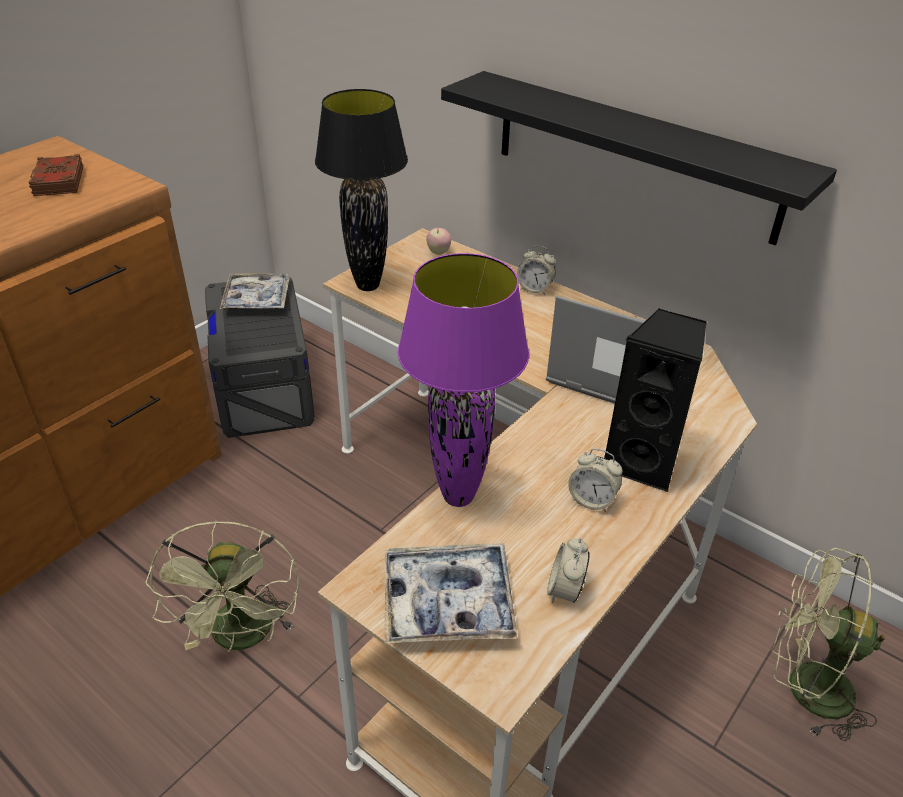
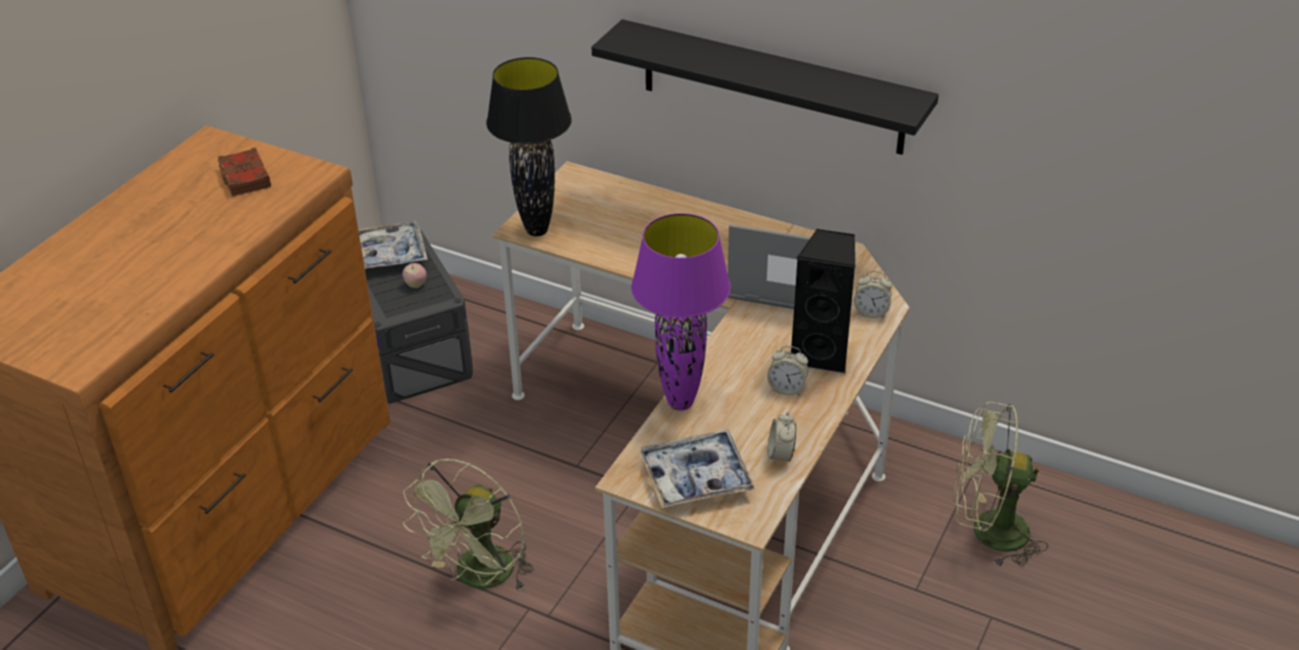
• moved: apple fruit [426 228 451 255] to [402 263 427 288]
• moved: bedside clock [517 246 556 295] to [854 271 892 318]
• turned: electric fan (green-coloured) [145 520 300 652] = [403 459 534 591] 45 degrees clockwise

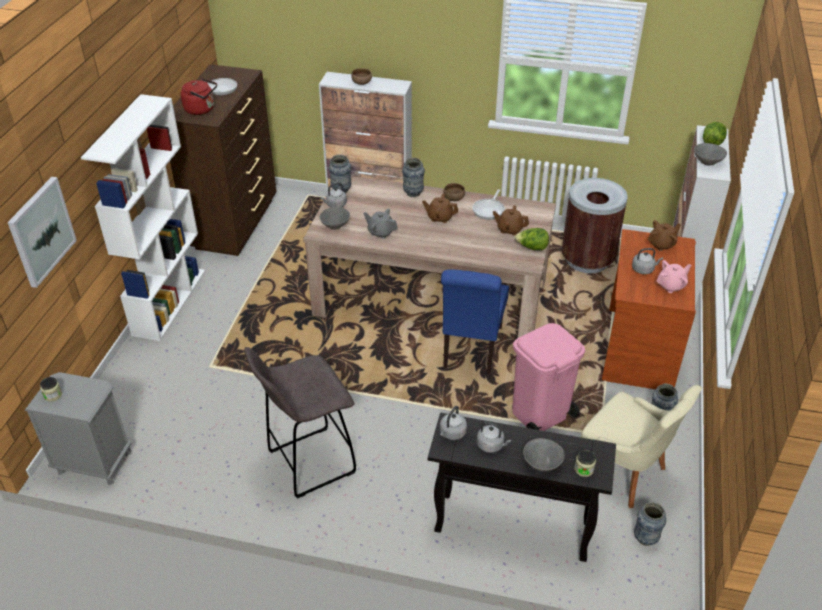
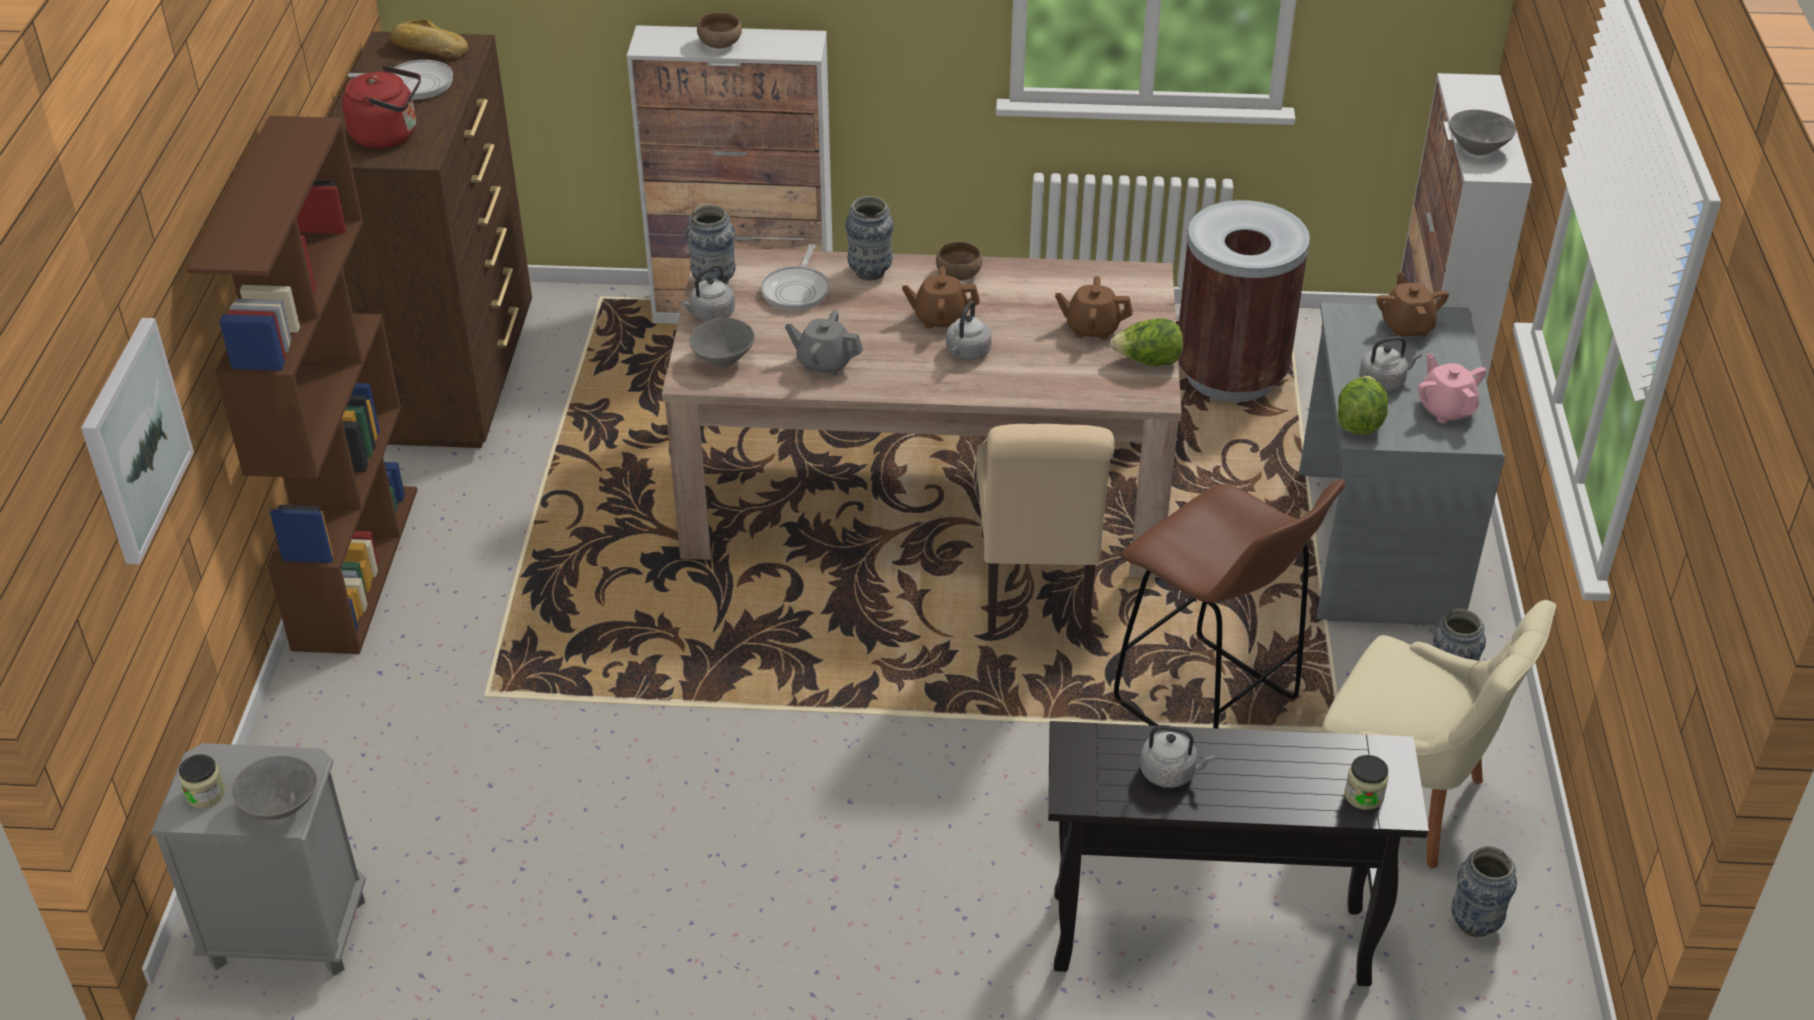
• removed: stool (grey) [244 347 356 499]
• added: bakery bread [390 19 468 59]
• moved: tea kettle (grey) [440 406 467 440] to [946 301 992 361]
• moved: pan [473 189 505 220] to [761 244 829 311]
• moved: deep dish (grey) [523 438 564 471] to [232 756 317 820]
• moved: lettuce [703 122 727 145] to [1338 376 1388 435]
• replaced: trash can (pinkish) [512 323 585 431] to stool (brownish) [1113 479 1345 728]
• recoloured: shelving unit (whitish) [81 94 205 341] to shelving unit (brownish) [187 116 417 654]
• recoloured: chair (blue-coloured) [441 270 509 374] to chair (beige-coloured) [977 424 1114 636]
• recoloured: desk table (brownish) [602 229 696 389] to desk table (grey) [1299 303 1505 625]
• turned: pot for tea (brownish) [648 220 681 251] = [1376 272 1449 338] 60 degrees counterclockwise
• turned: pot for tea (pinkish) [656 260 691 293] = [1418 354 1486 423] 75 degrees counterclockwise

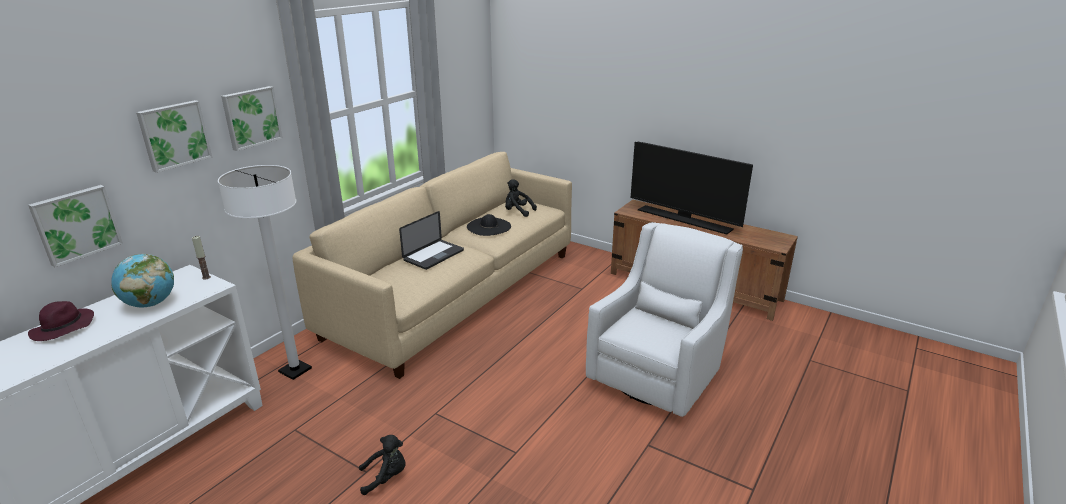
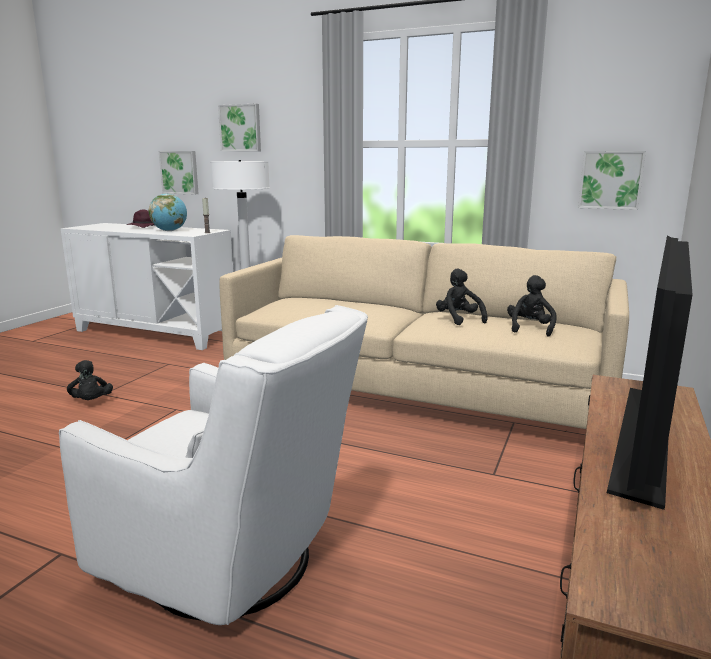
• removed: portable computer [399 211 464 270]
• moved: wall picture [221 86 283 151] to [578 151 646 210]
• replaced: clothing hat (blackish) [467 214 511 236] to plush toy (blackish) [436 269 488 325]

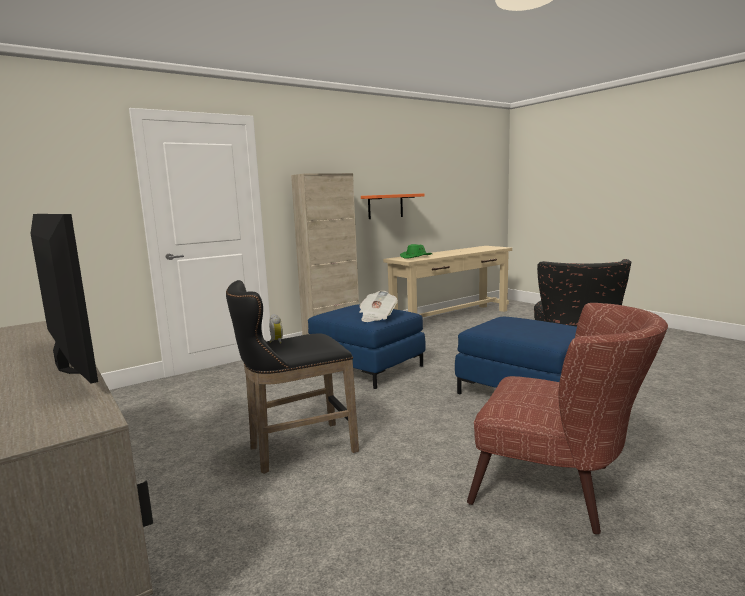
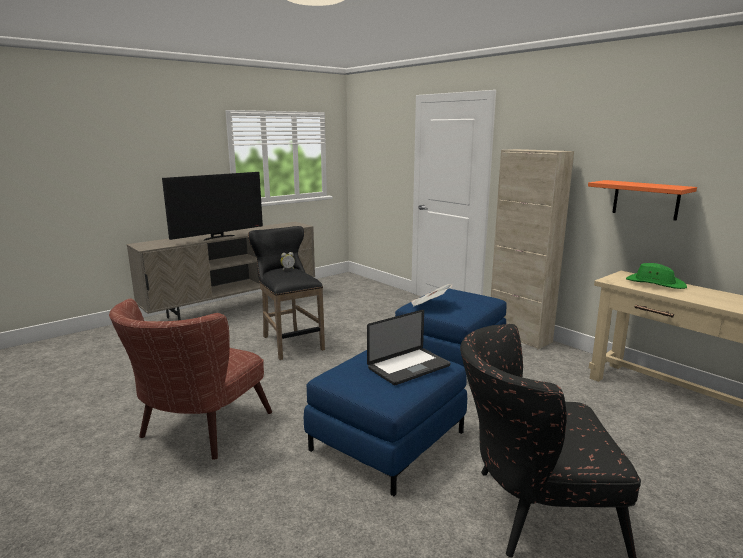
• added: portable computer [367 310 451 385]

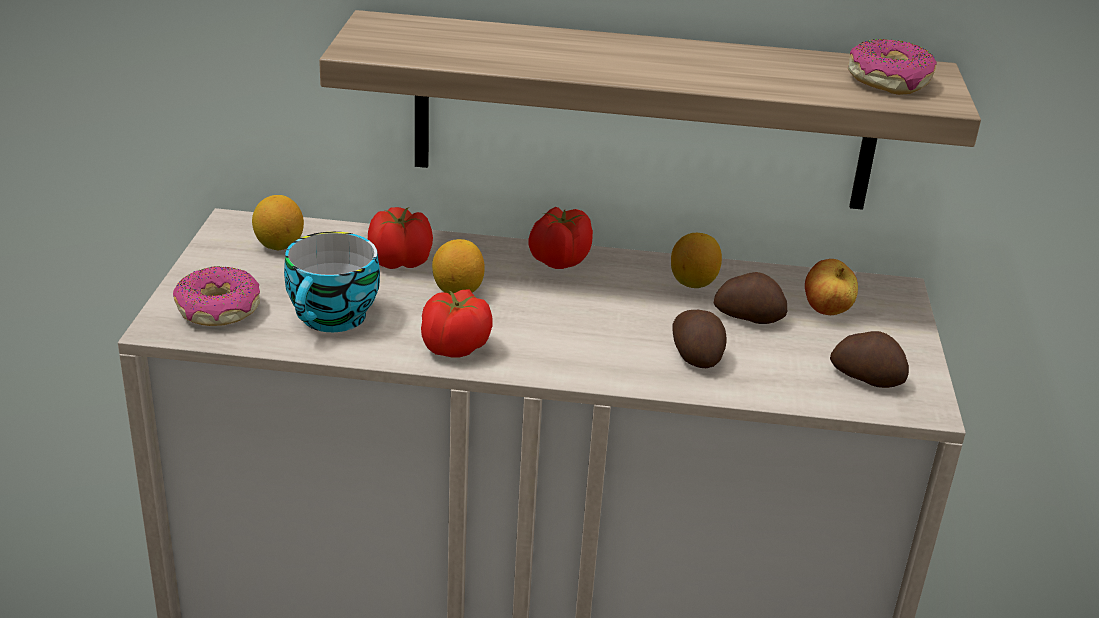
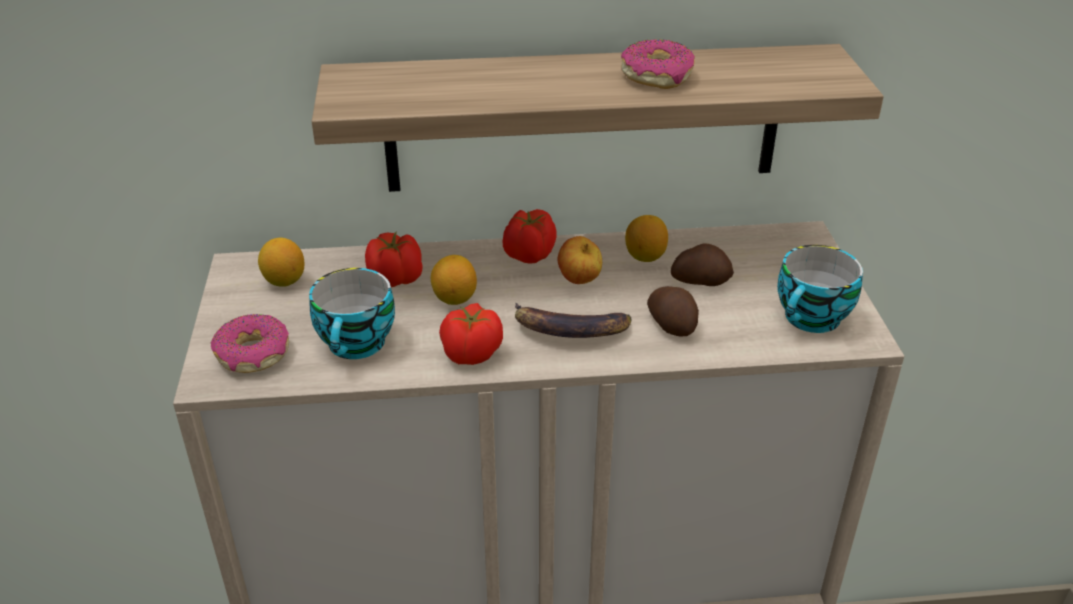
• added: banana [515 303 632 338]
• moved: apple fruit [805 259 858 315] to [558 236 602 284]
• moved: doughnut [848 39 937 95] to [621 39 695 89]
• replaced: spud [830 331 909 388] to cup [777 245 863 333]

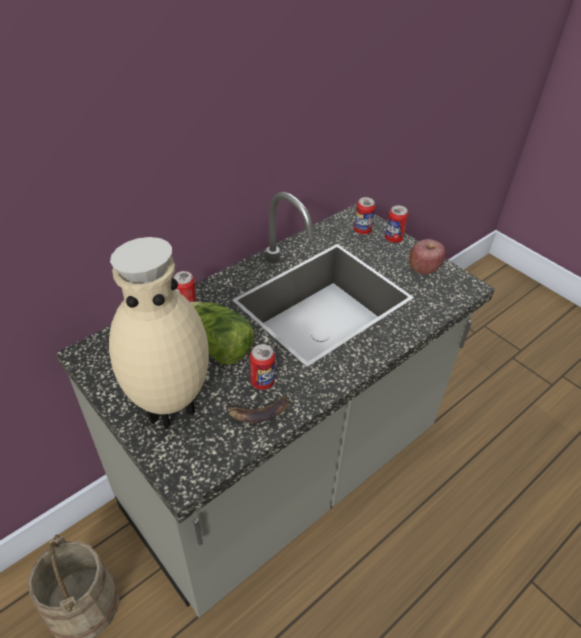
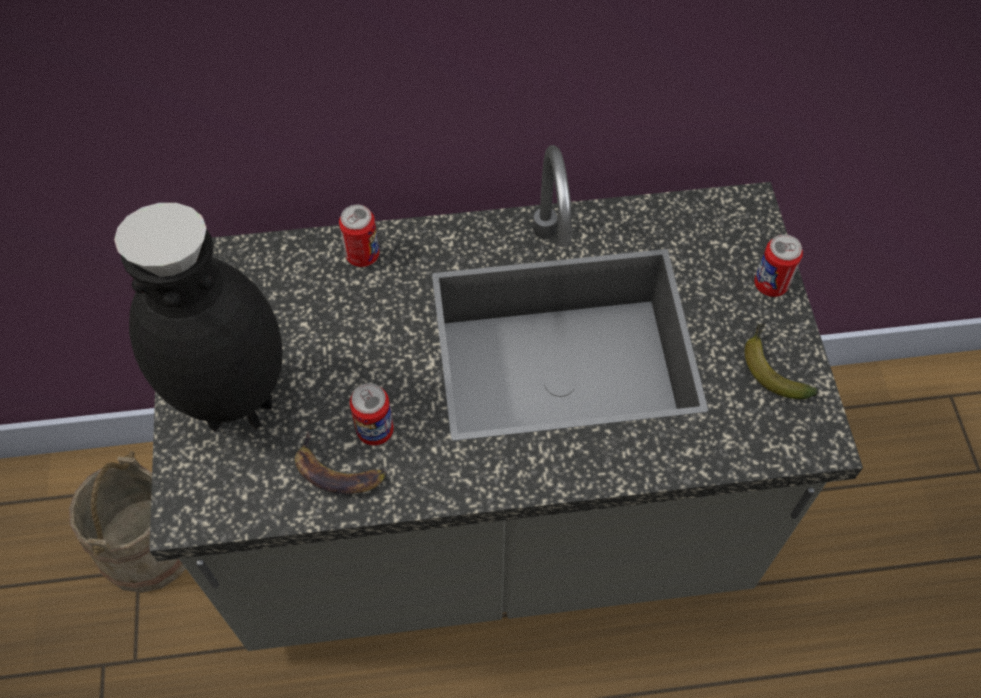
• removed: lettuce [190 302 254 364]
• removed: can [354 197 375 234]
• replaced: apple fruit [409 239 446 274] to banana [745 324 818 399]
• recoloured: decorative vase (beige-coloured) [109 237 209 429] to decorative vase (blackish) [114 203 283 432]

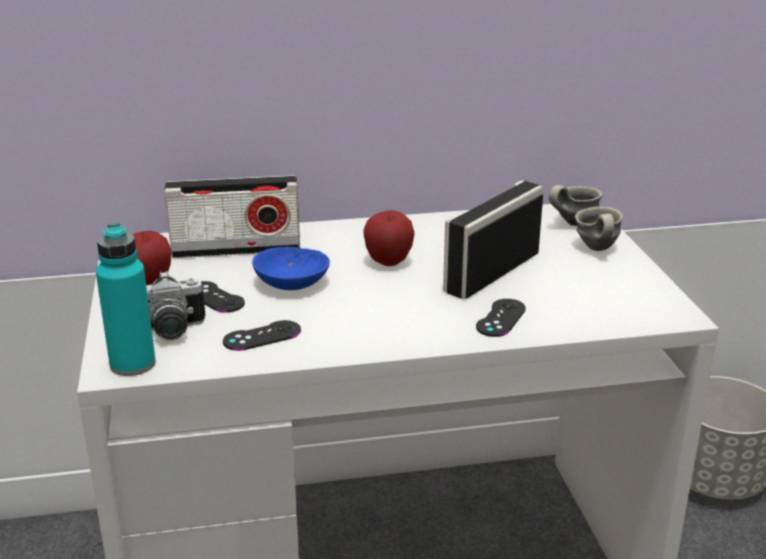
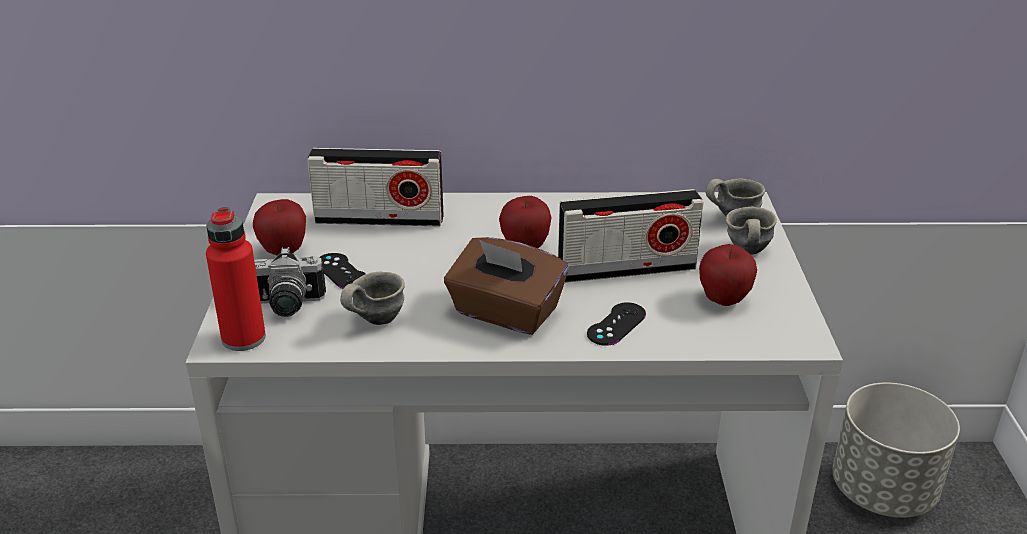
• removed: deep dish (blue-coloured) [252 247 330 290]
• added: tissue holder (brownish) [444 237 568 335]
• added: apple fruit [699 244 757 306]
• replaced: game controller (blackish) [223 320 301 351] to tea mug (grey) [340 272 405 325]
• recoloured: beverage bottle (turquoise-coloured) [96 223 156 376] to beverage bottle (red) [206 207 266 351]
• turned: radio receiver [443 180 543 299] = [558 189 704 283] 150 degrees counterclockwise

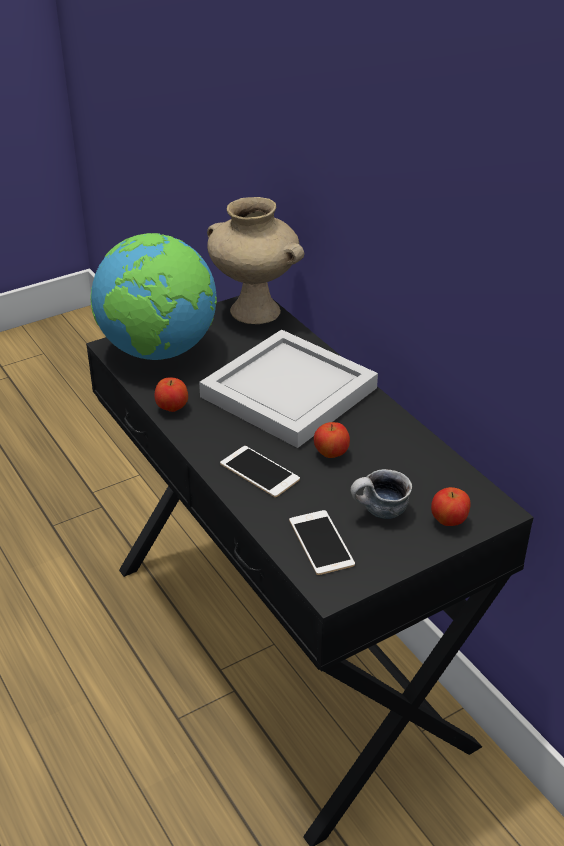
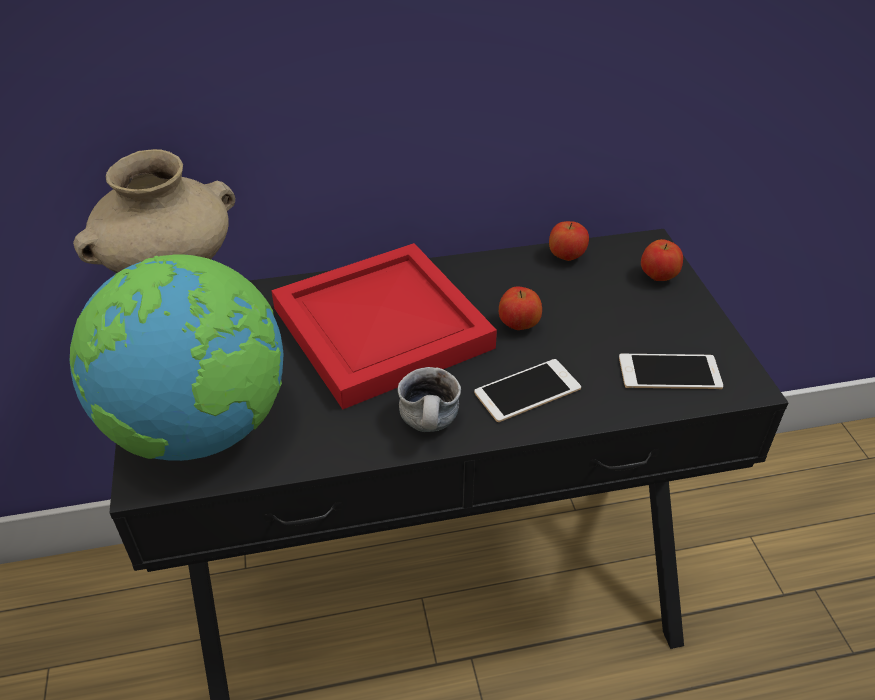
• moved: apple fruit [155 378 188 412] to [549 221 589 261]
• moved: tea mug [351 469 412 519] to [398 367 461 432]
• recoloured: tray (whitish) [199 329 378 448] to tray (red) [271 243 497 409]

